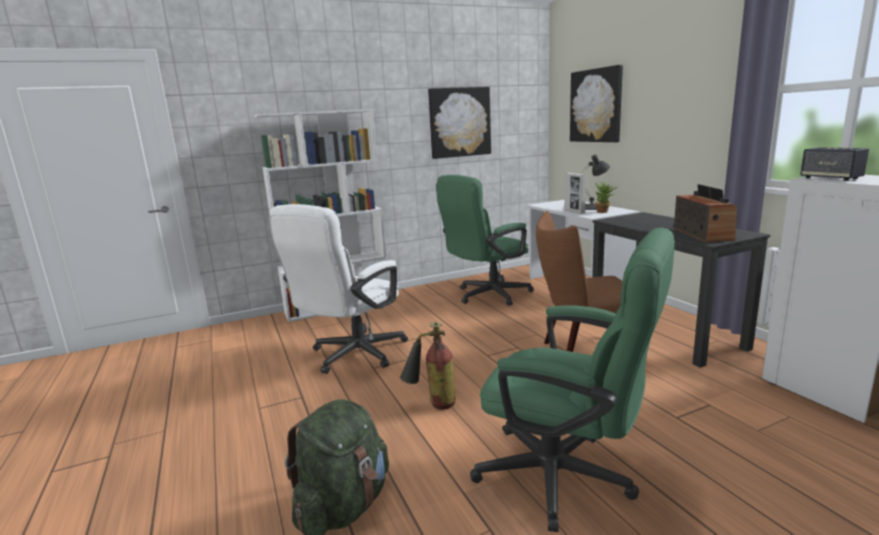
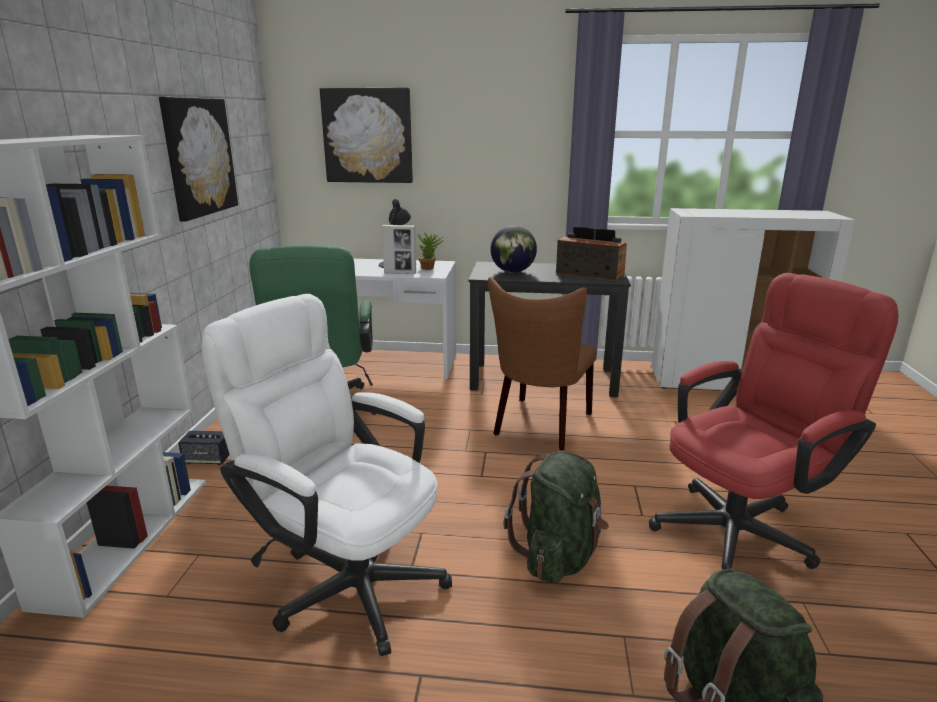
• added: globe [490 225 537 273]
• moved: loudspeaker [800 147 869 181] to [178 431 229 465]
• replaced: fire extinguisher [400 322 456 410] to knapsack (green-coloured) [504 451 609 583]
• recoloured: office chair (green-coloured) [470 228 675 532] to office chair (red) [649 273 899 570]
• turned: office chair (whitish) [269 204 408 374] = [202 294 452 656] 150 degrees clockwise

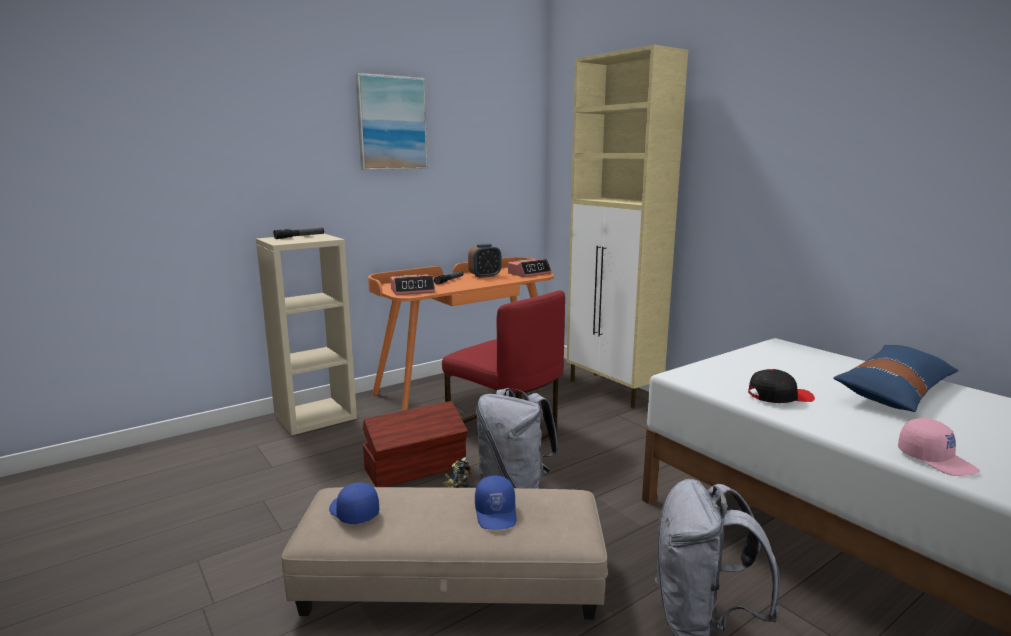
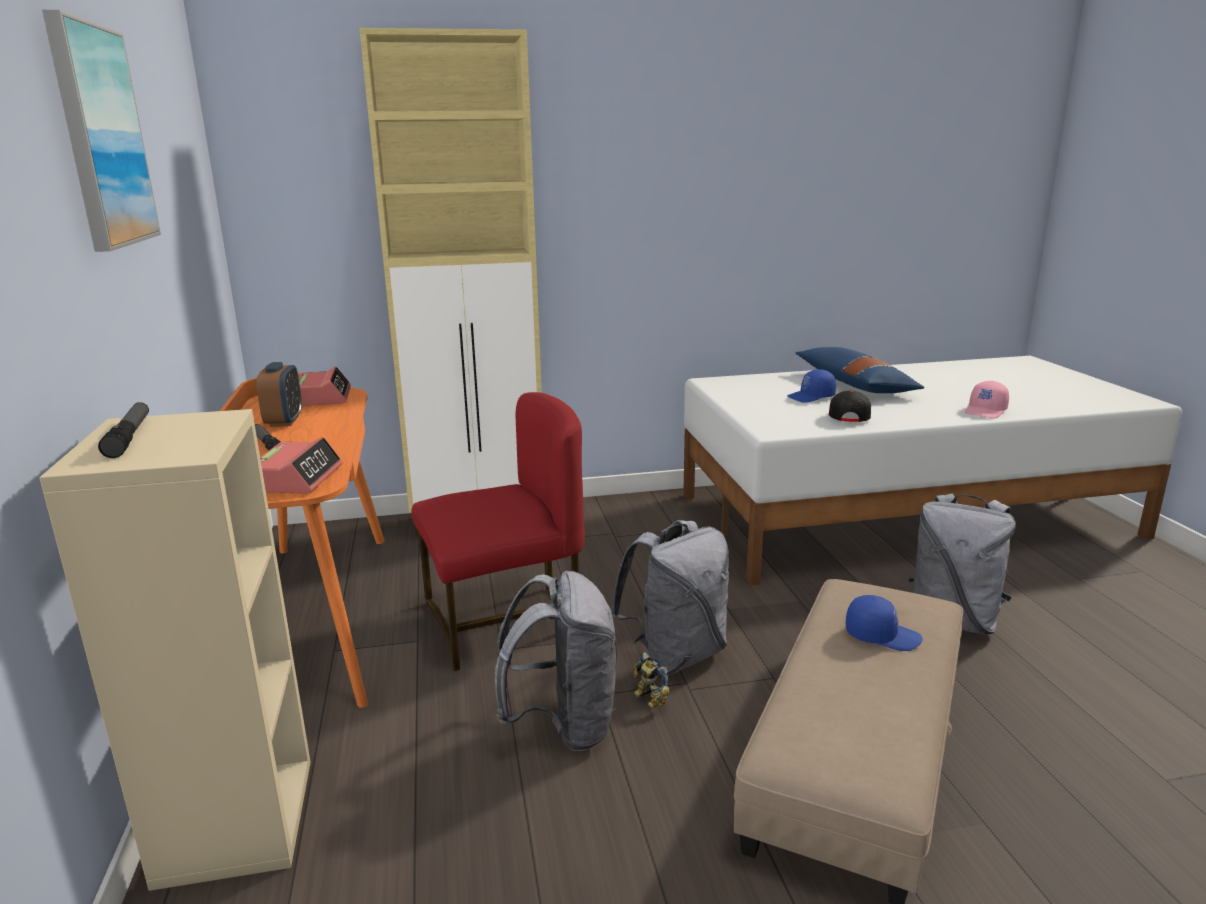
• moved: cap (blue-coloured) [329 482 379 524] to [787 369 836 403]
• replaced: storage box (brownish) [363 401 468 487] to knapsack (grey) [495 571 617 751]
• turned: cap (pinkish) [898 418 980 476] = [965 381 1009 418] 135 degrees clockwise

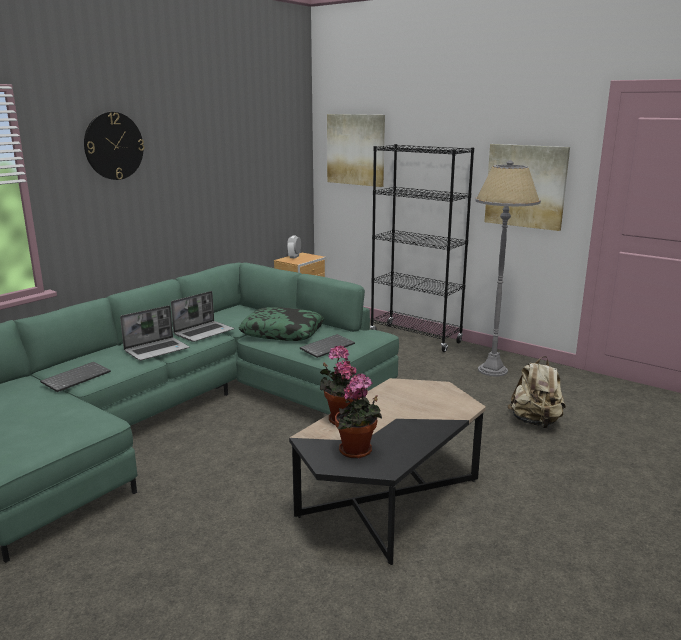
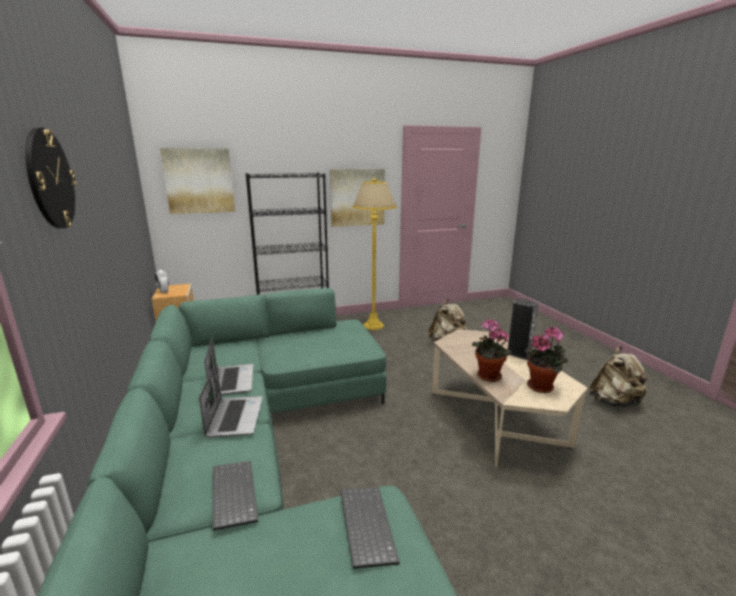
• removed: throw pillow [239 307 324 341]
• added: loudspeaker [508 299 538 360]
• added: knapsack (beige-coloured) [589 346 648 407]
• moved: keyboard [300 334 355 358] to [340 487 400 569]
• recoloured: coffee table (blackish) [289 378 486 565] to coffee table (beige-coloured) [432 329 588 467]
• recoloured: standing lamp (grey) [475 160 541 377] to standing lamp (yellow-coloured) [352 178 397 330]

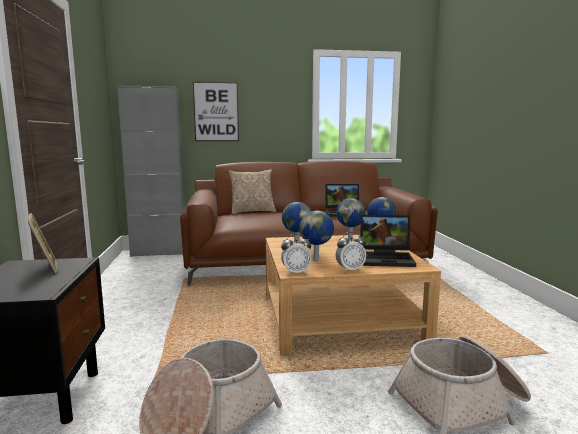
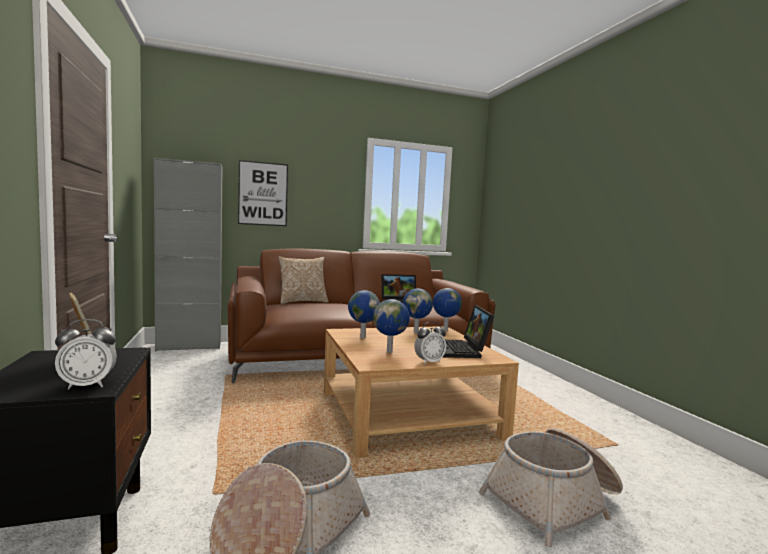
• moved: bedside clock [281 234 311 275] to [55 319 117 390]
• turned: portable computer [360 215 416 267] = [443 305 494 358] 90 degrees clockwise

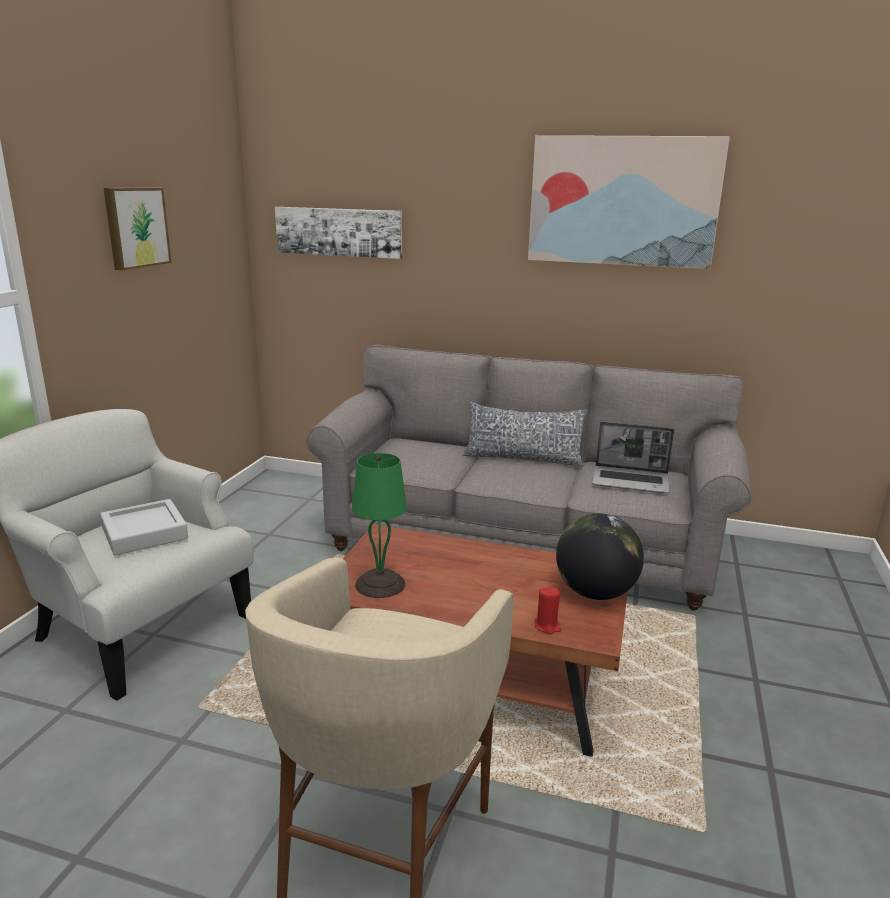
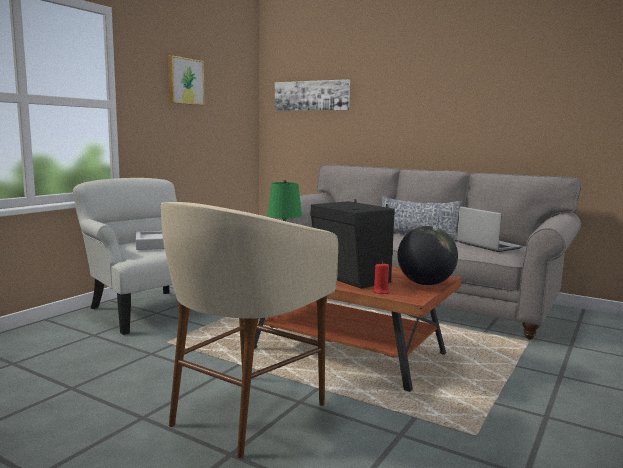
• removed: wall picture [528 135 730 269]
• added: loudspeaker (blackish) [311 199 395 289]
• turned: portable computer [592 422 674 493] = [457 206 523 252] 150 degrees counterclockwise

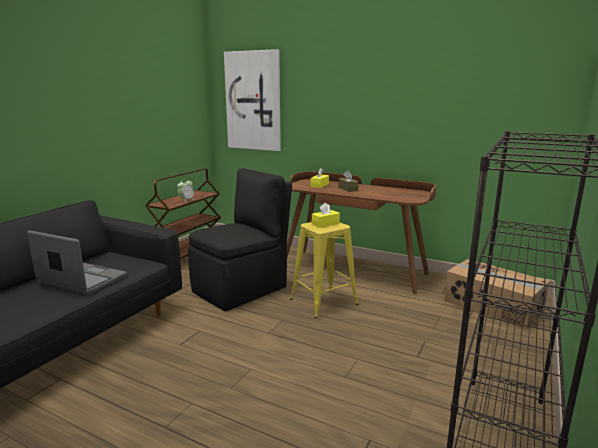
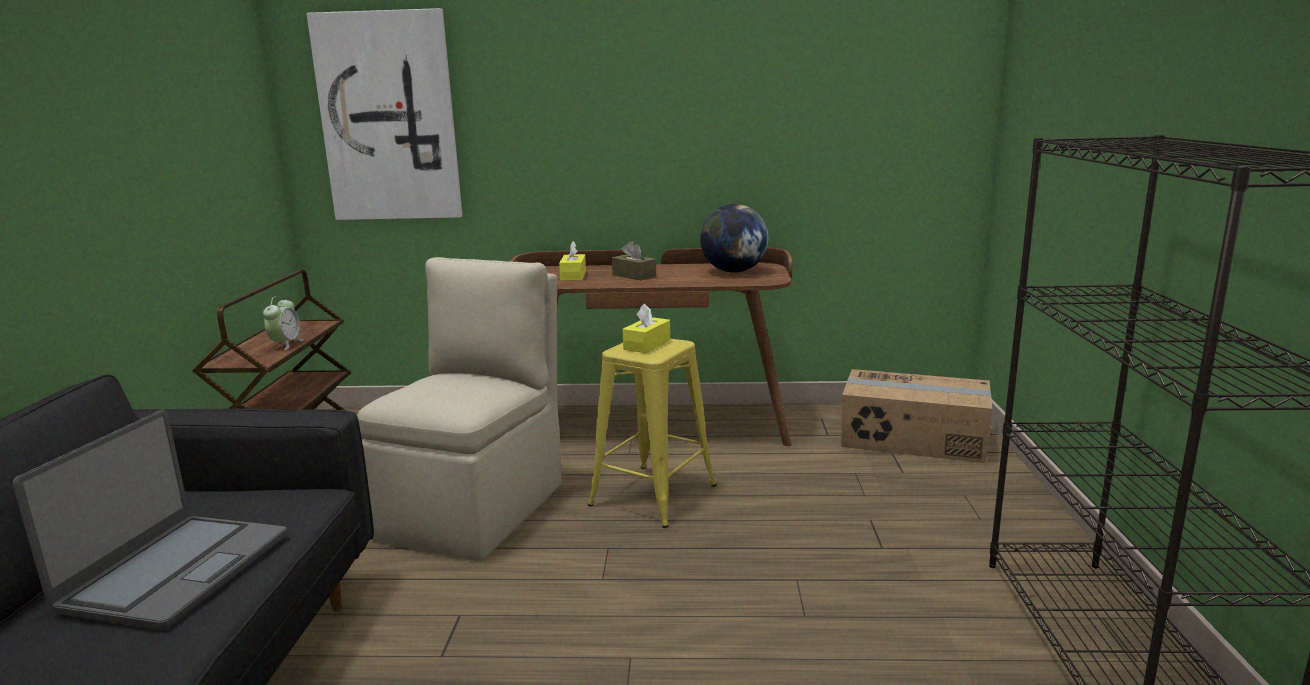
• added: globe [700 204 769 273]
• recoloured: chair (blackish) [188 168 292 311] to chair (beige-coloured) [357 257 562 561]
• turned: portable computer [27 230 127 295] = [13 410 287 629] 105 degrees clockwise

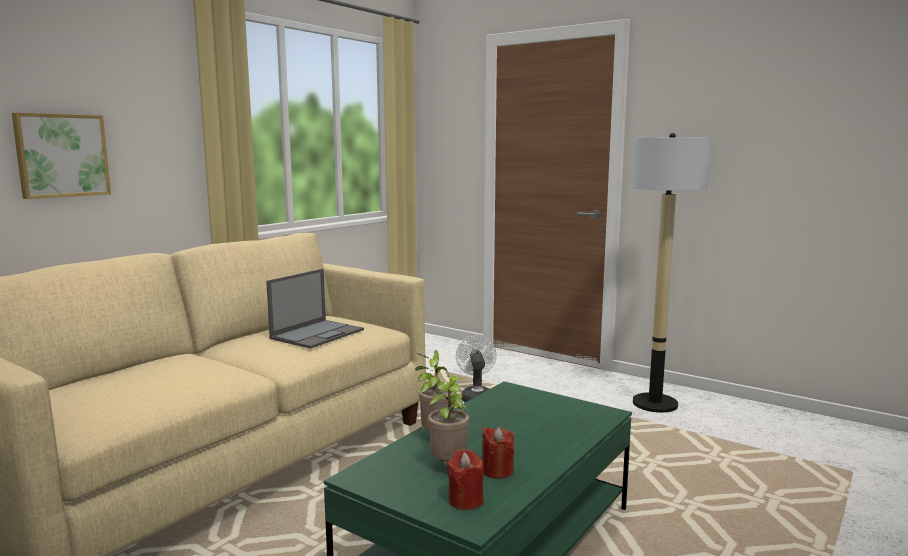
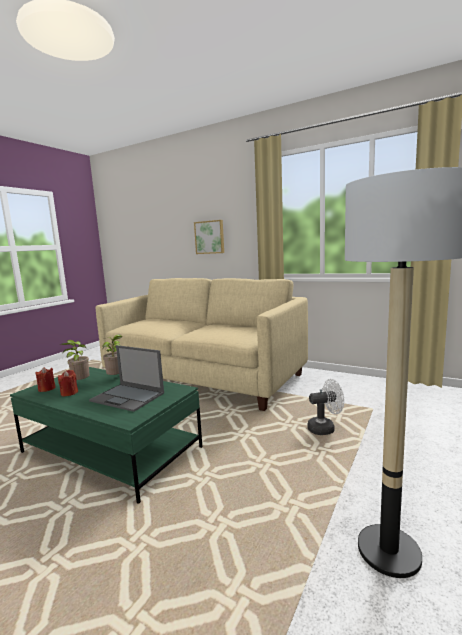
• moved: portable computer [266 269 364 349] to [89 345 164 412]

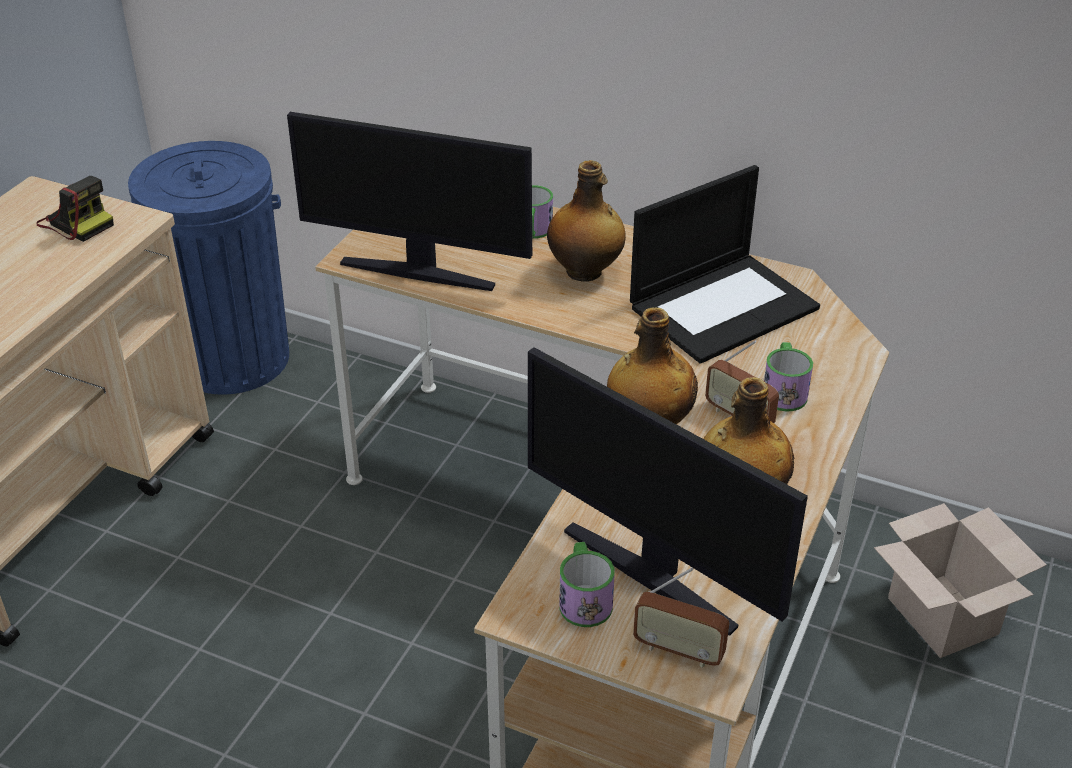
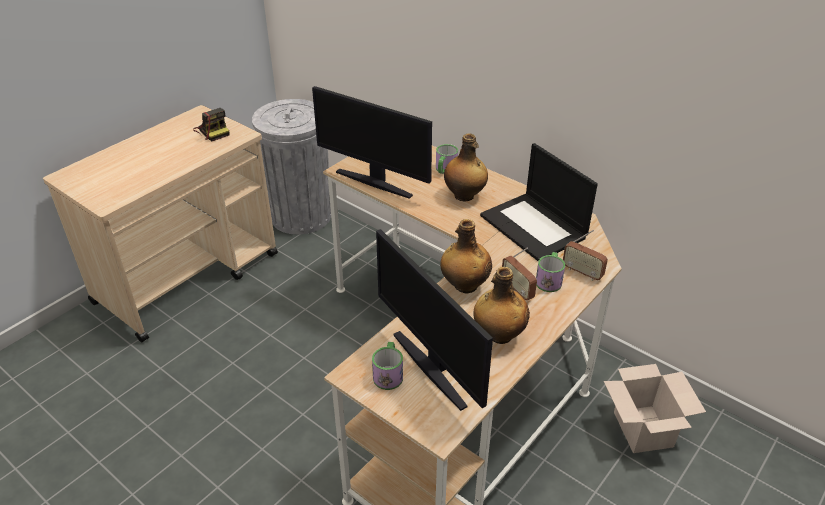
• moved: radio receiver [633 568 729 668] to [563 230 608 281]
• recoloured: trash can (blue-coloured) [128 141 289 395] to trash can (grey) [252 99 331 235]
• turned: portable computer [630 165 820 364] = [480 143 598 261] 75 degrees clockwise

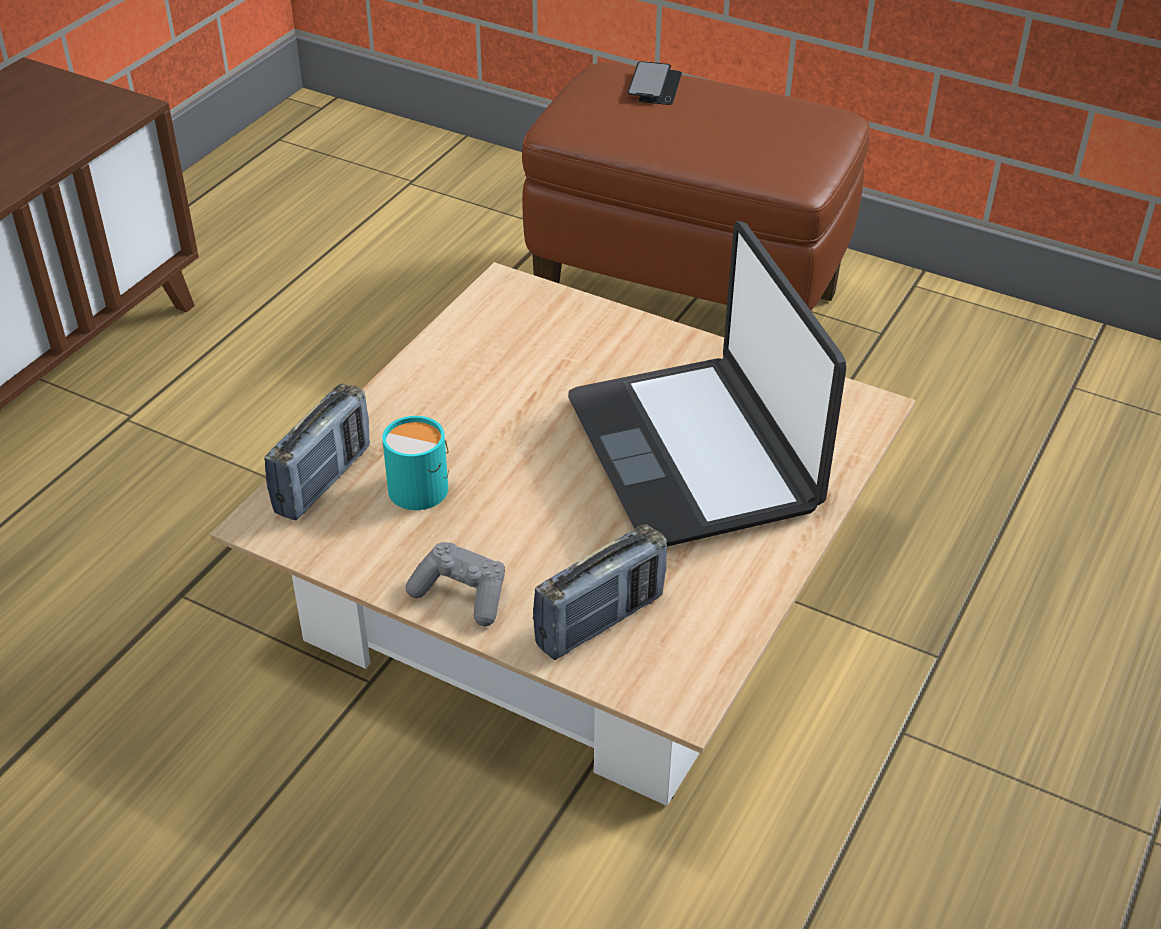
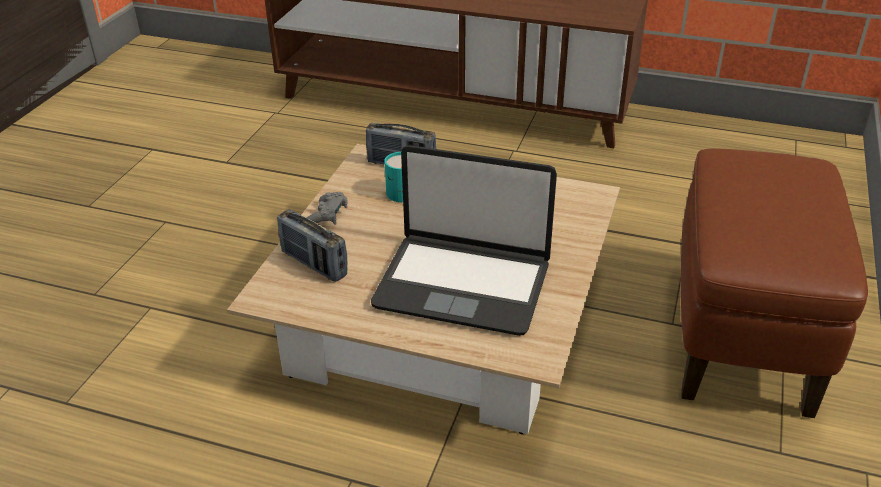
• removed: handset [627 61 682 105]
• turned: portable computer [568 221 846 547] = [371 145 557 336] 135 degrees counterclockwise

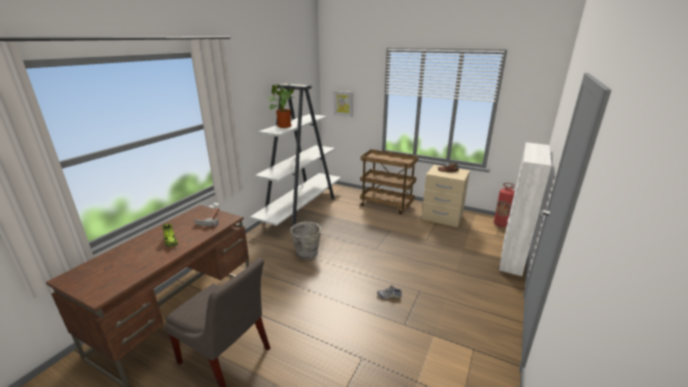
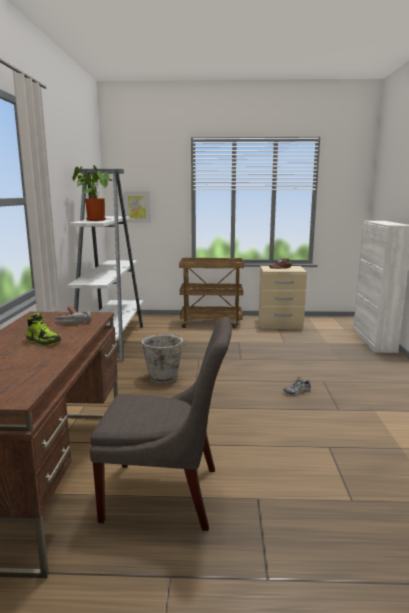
• removed: fire extinguisher [494 183 515 227]

